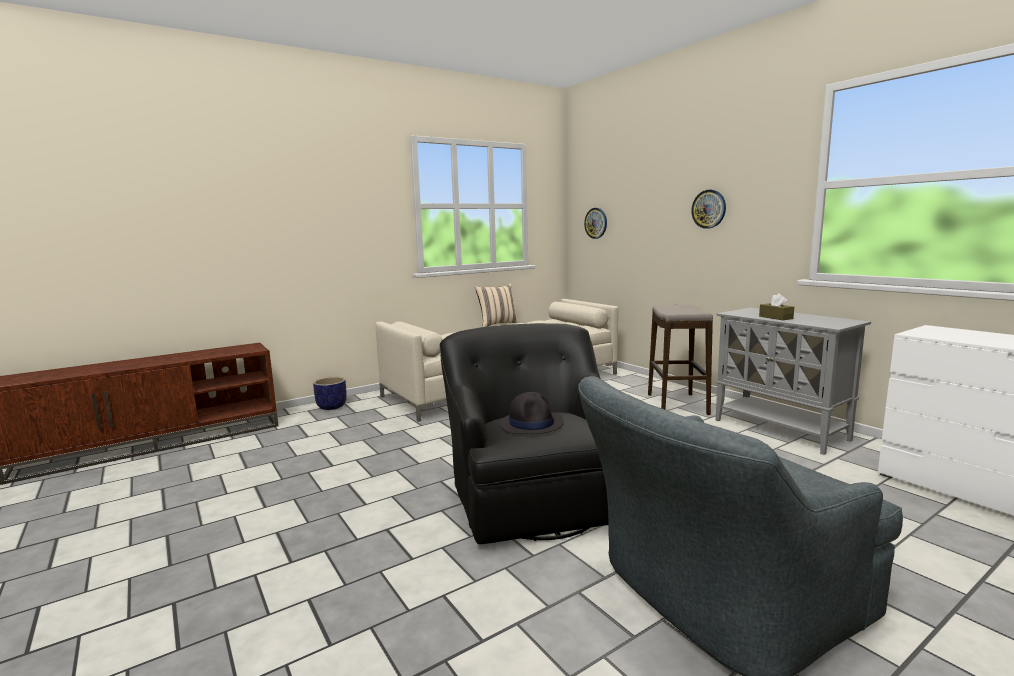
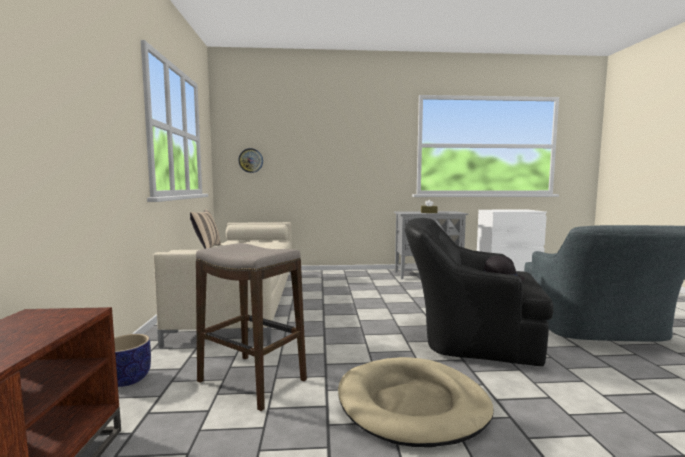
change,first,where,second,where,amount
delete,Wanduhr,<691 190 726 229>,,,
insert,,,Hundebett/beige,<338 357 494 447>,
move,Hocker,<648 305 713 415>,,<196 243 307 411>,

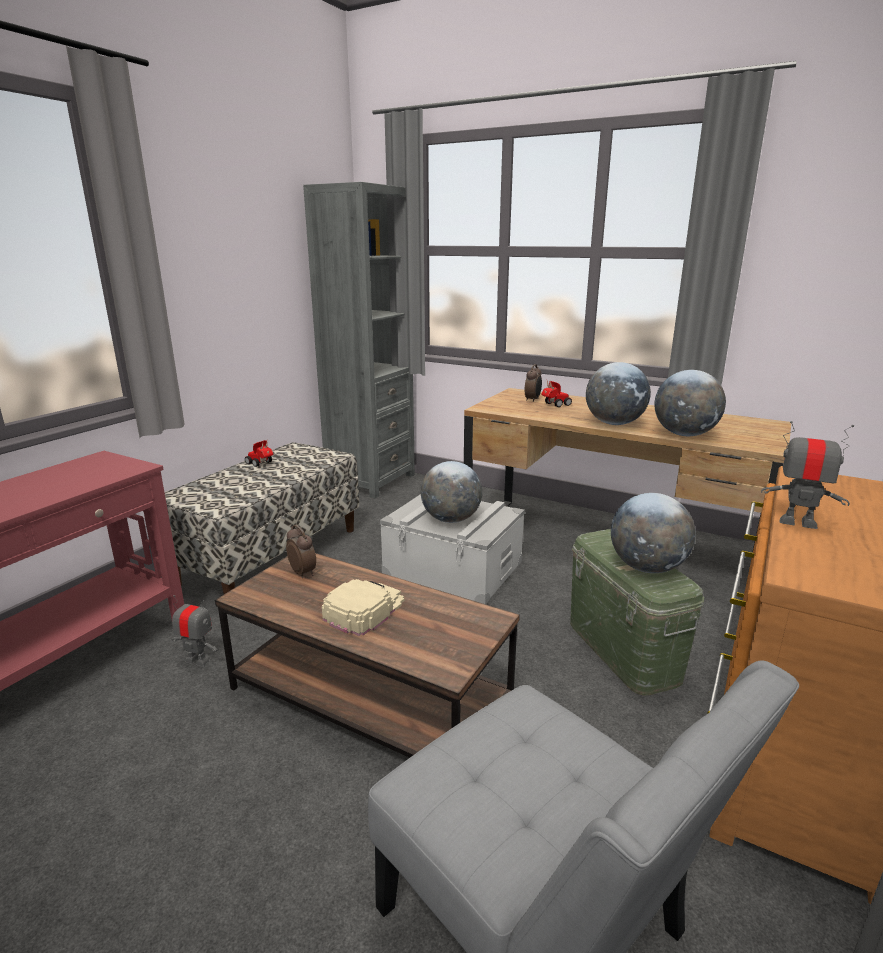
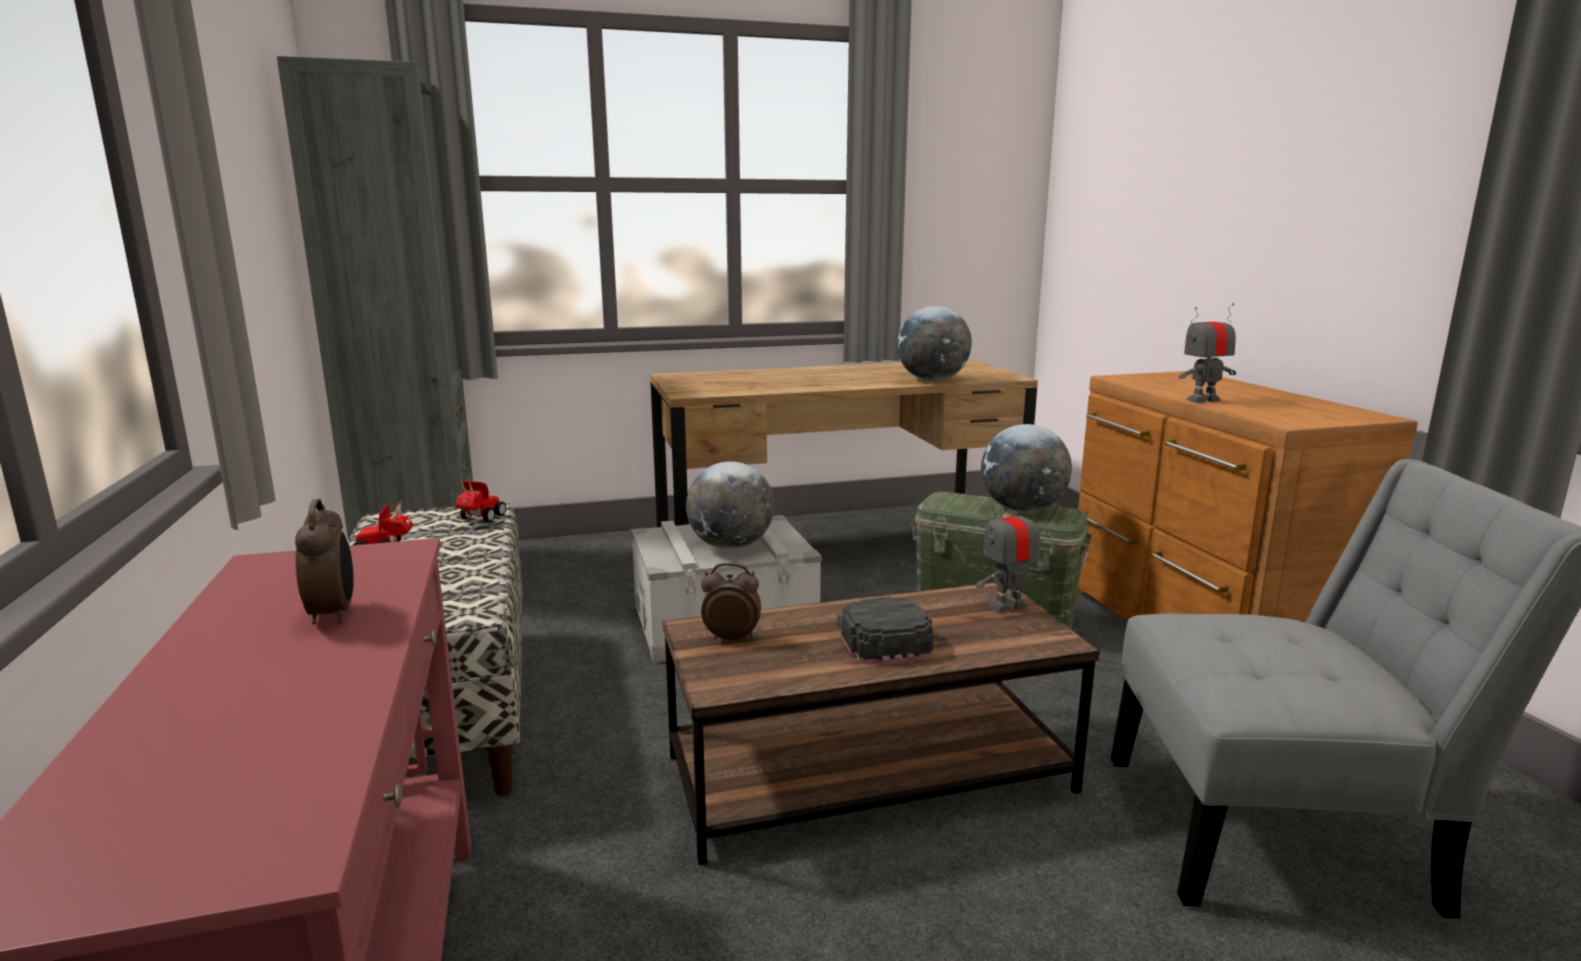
change,first,where,second,where,amount
delete,Globus,<586 362 651 425>,,,
move,Spielzeugroboter,<172 595 218 667>,,<976 496 1045 613>,
move,Wecker,<525 364 542 402>,,<295 499 354 624>,
move,Spielzeugauto,<541 381 572 407>,,<456 480 506 522>,
recolor,Kappe/beige,<322 579 405 636>,Kappe/schwarz,<837 597 933 664>,

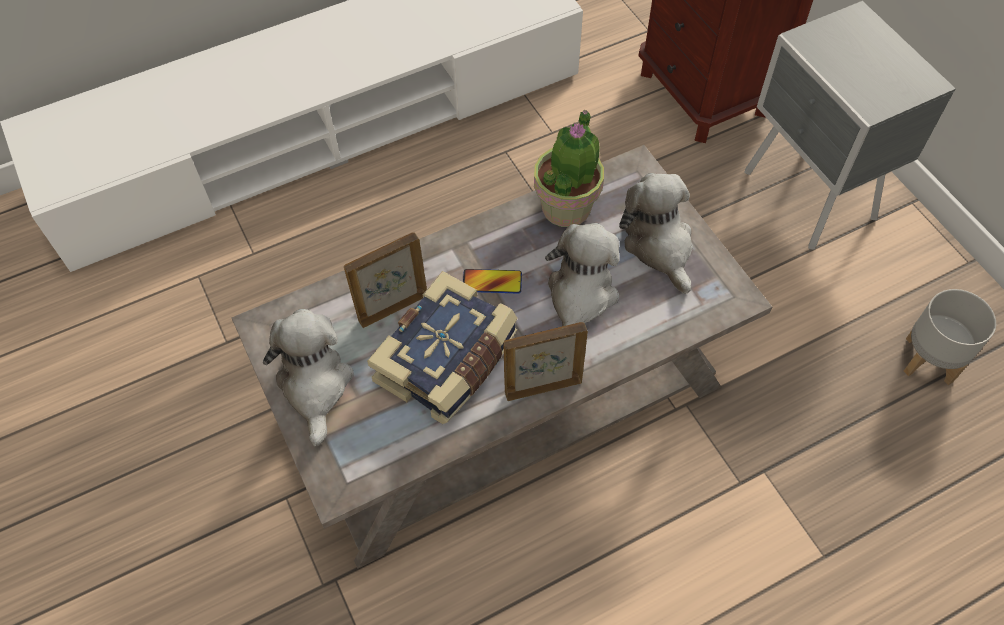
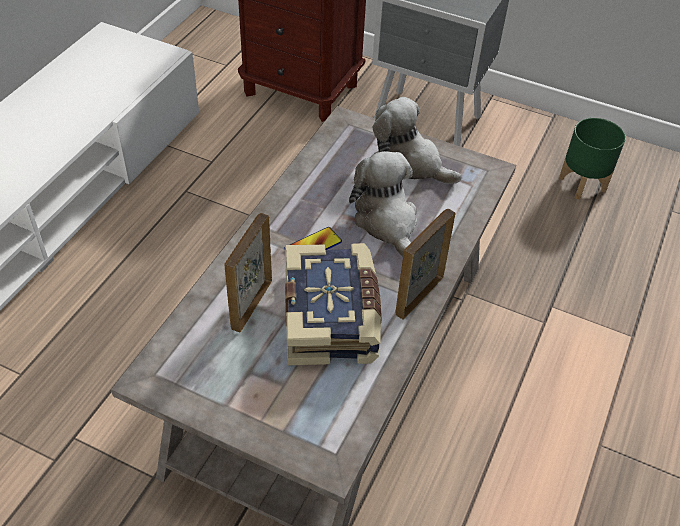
change,first,where,second,where,amount
delete,Plüschtier,<263 309 354 446>,,,
delete,Topfpflanze,<534 110 604 227>,,,
recolor,Pflanzkübel/grau,<904 289 996 385>,Pflanzkübel/grün,<559 118 626 200>,

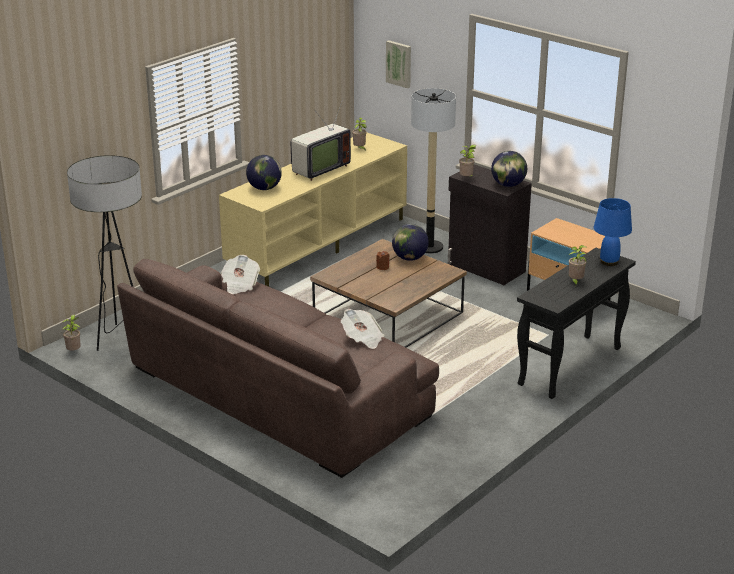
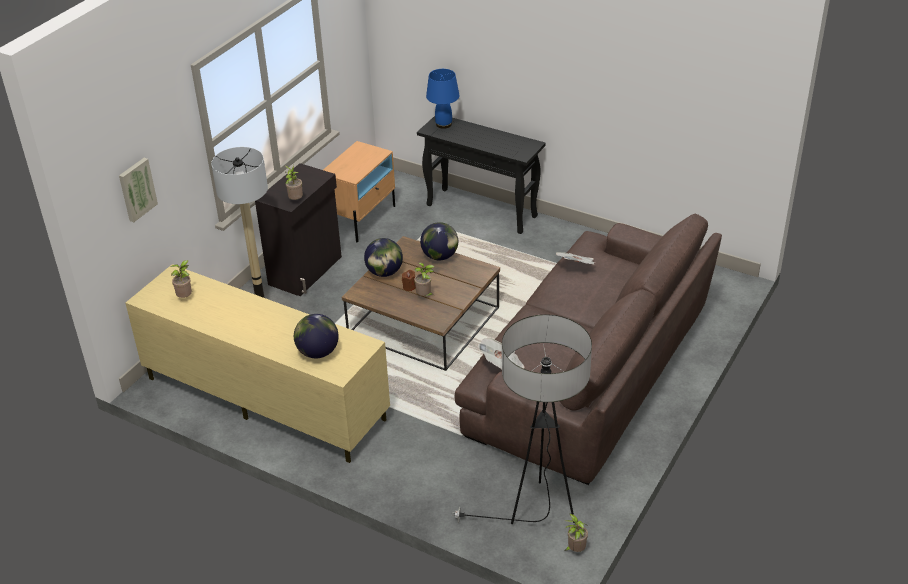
change,first,where,second,where,amount
delete,Fernseher,<291 99 351 181>,,,
move,Globus,<491 151 527 187>,,<420 222 458 261>,
move,Topfpflanze,<569 245 587 286>,,<414 263 434 296>,

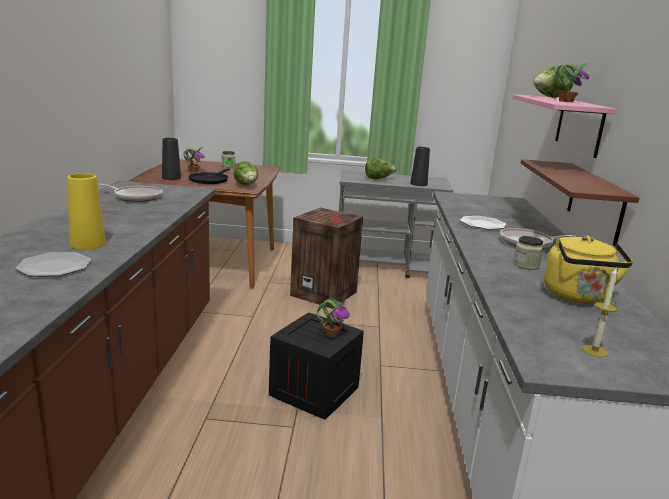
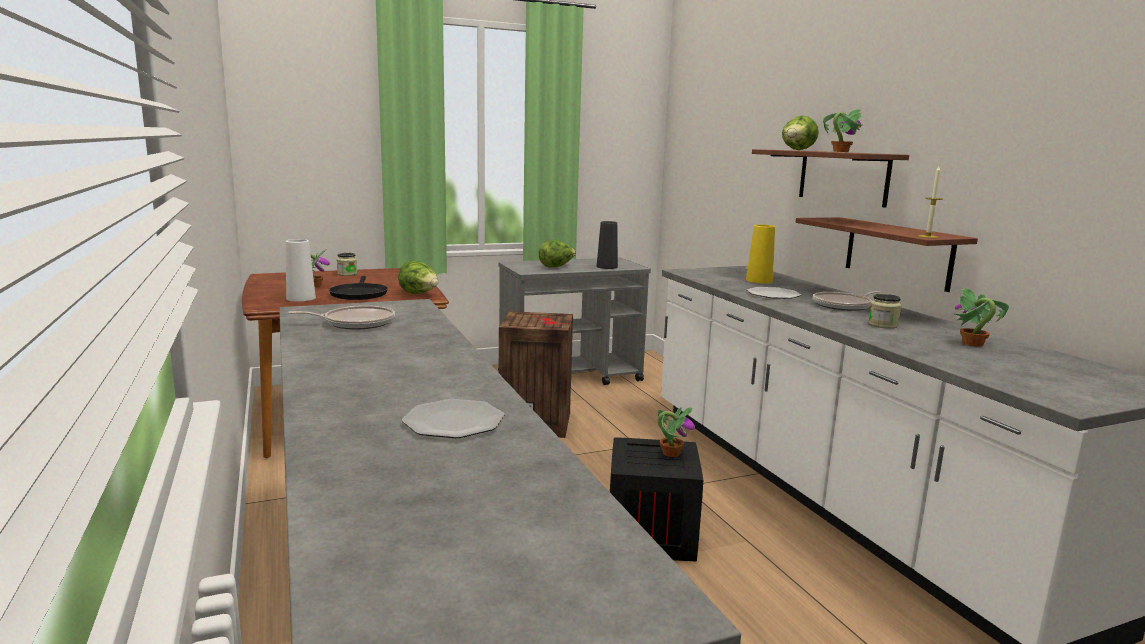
change,first,where,second,where,amount
move,Vase/gelb,<67 173 106 250>,,<746 224 775 283>,
move,Kerze,<582 267 618 357>,,<918 166 943 238>,
replace,Wasserkessel/gelb,<544 235 633 304>,Topfpflanze,<954 287 1009 347>,
recolor,Vase/schwarz,<162 138 181 180>,Vase/weiß,<286 239 316 302>,
recolor,Wandregal/rosa,<513 94 616 158>,Wandregal/braun,<752 149 909 208>,

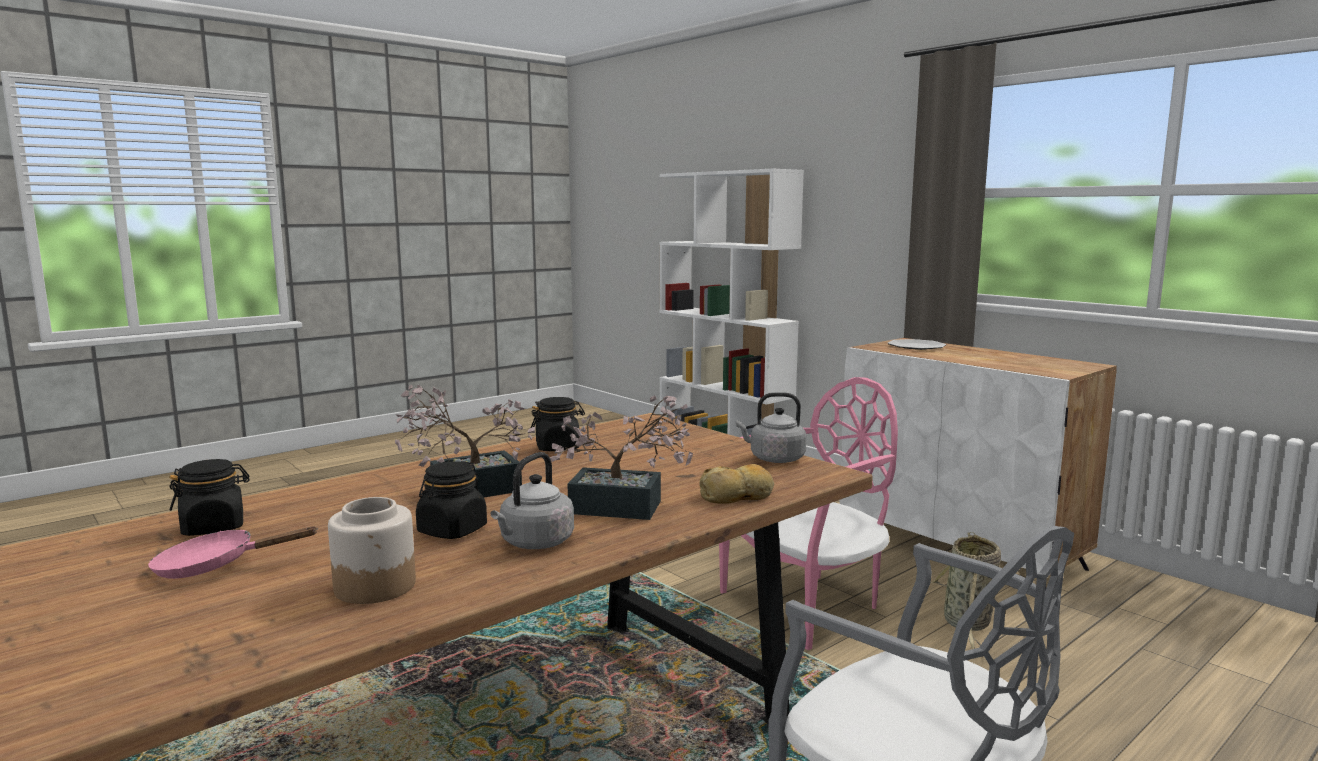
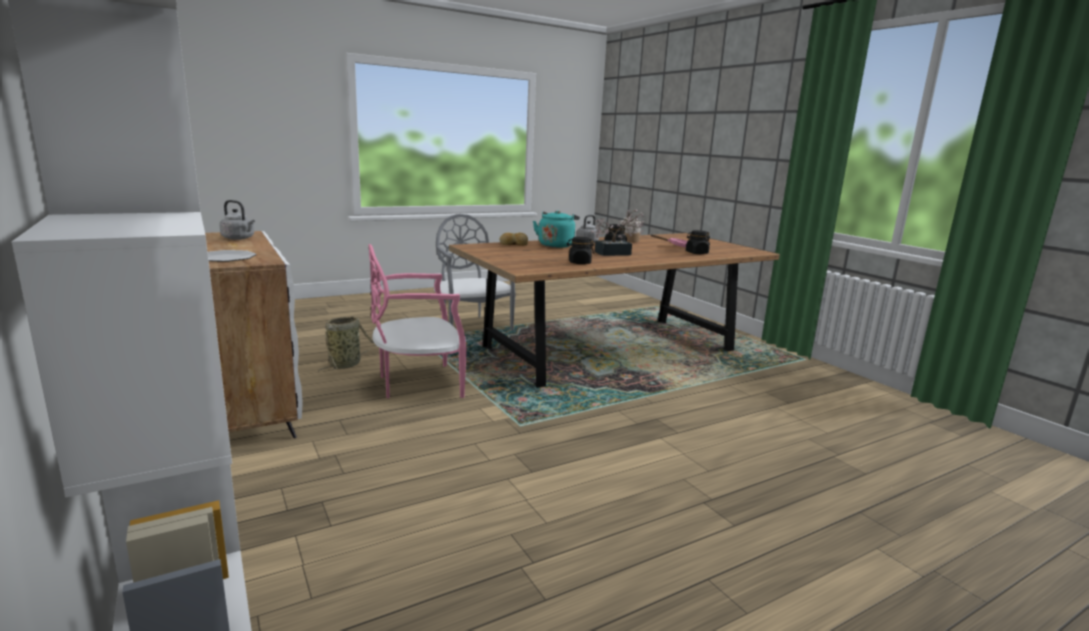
change,first,where,second,where,amount
move,Wasserkessel/grau,<736 392 806 463>,,<219 200 255 240>,
replace,Topfpflanze,<550 395 693 520>,Wasserkessel/türkis,<533 210 580 248>,

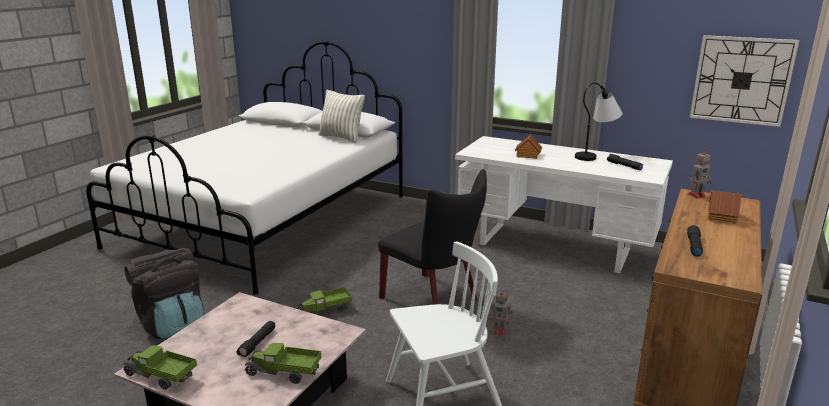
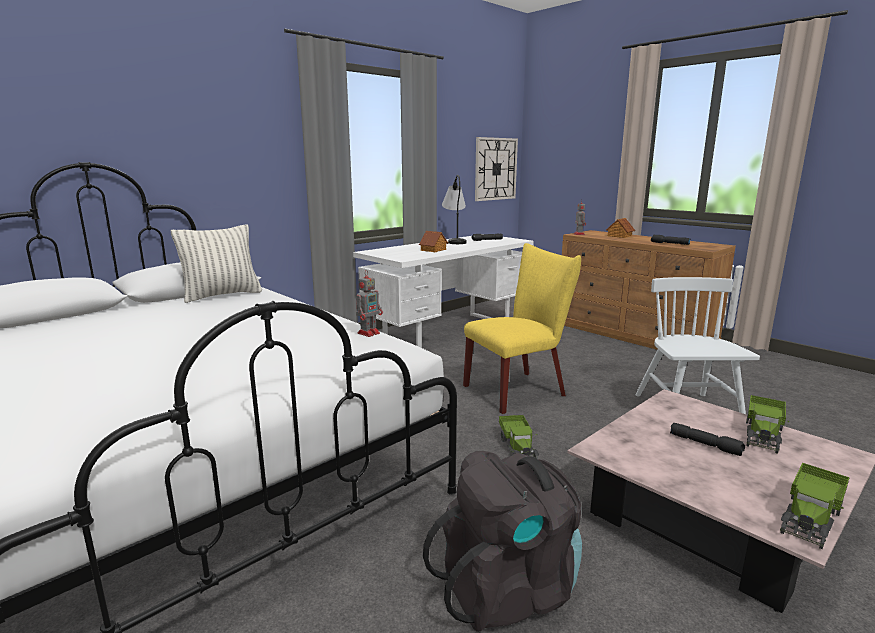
change,first,where,second,where,amount
move,Spielzeugroboter,<490 289 513 335>,,<356 271 383 337>,
recolor,Stuhl/schwarz,<378 169 487 305>,Stuhl/gelb,<463 243 581 414>,

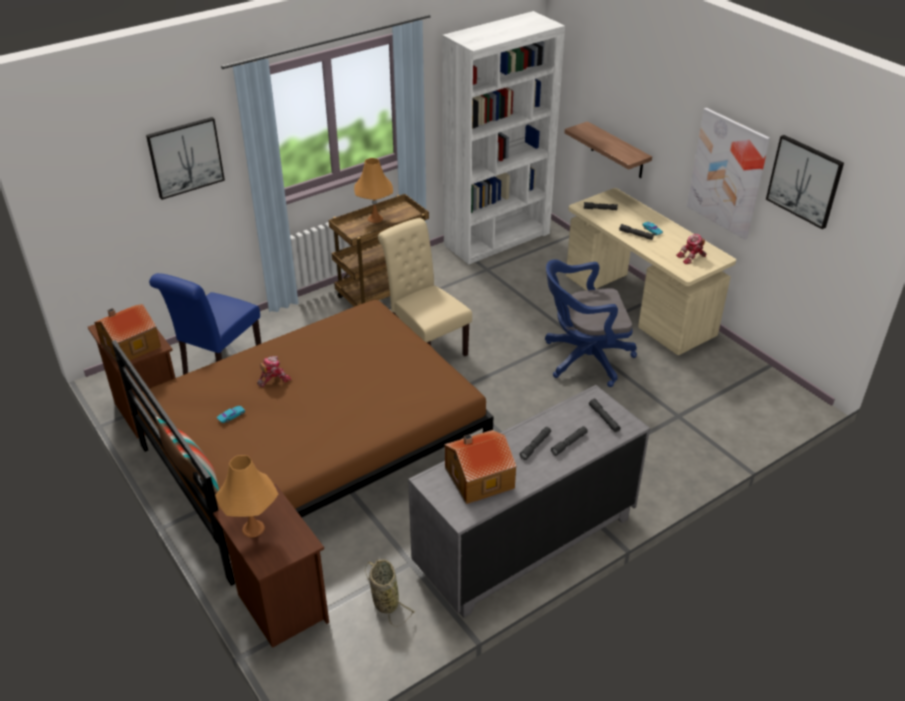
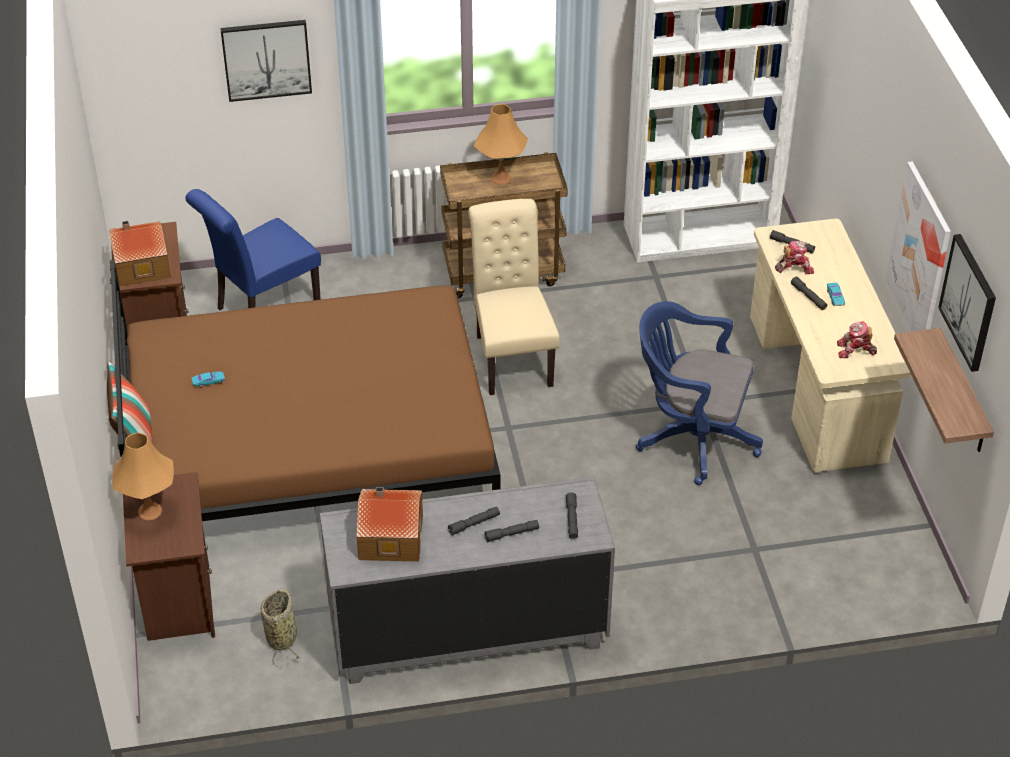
change,first,where,second,where,amount
move,Spielzeugroboter,<257 356 291 387>,,<775 240 814 274>,
move,Wandregal,<565 121 652 178>,,<894 328 994 452>,

